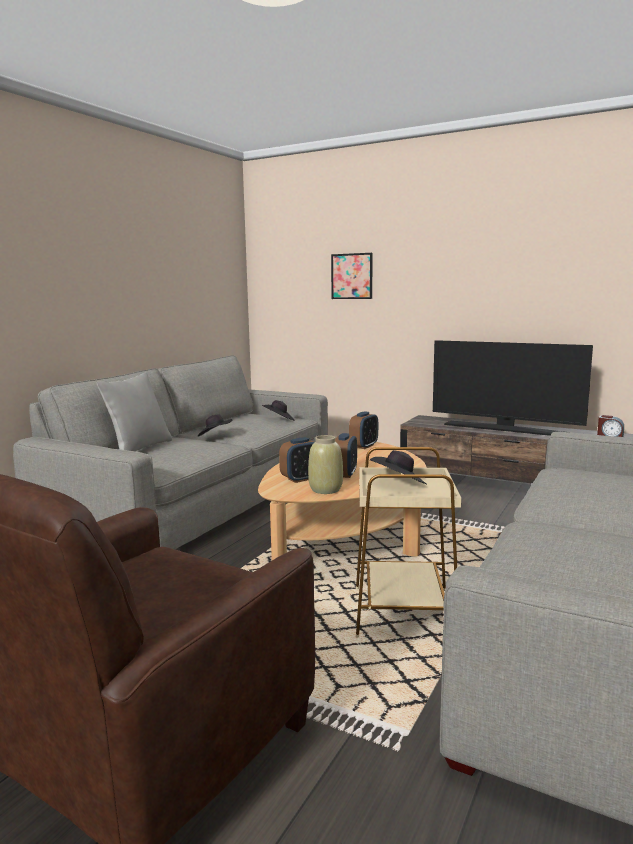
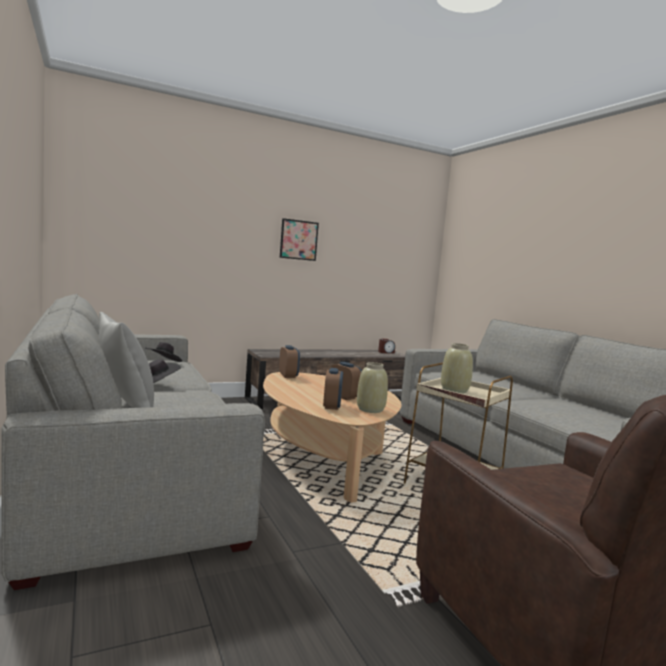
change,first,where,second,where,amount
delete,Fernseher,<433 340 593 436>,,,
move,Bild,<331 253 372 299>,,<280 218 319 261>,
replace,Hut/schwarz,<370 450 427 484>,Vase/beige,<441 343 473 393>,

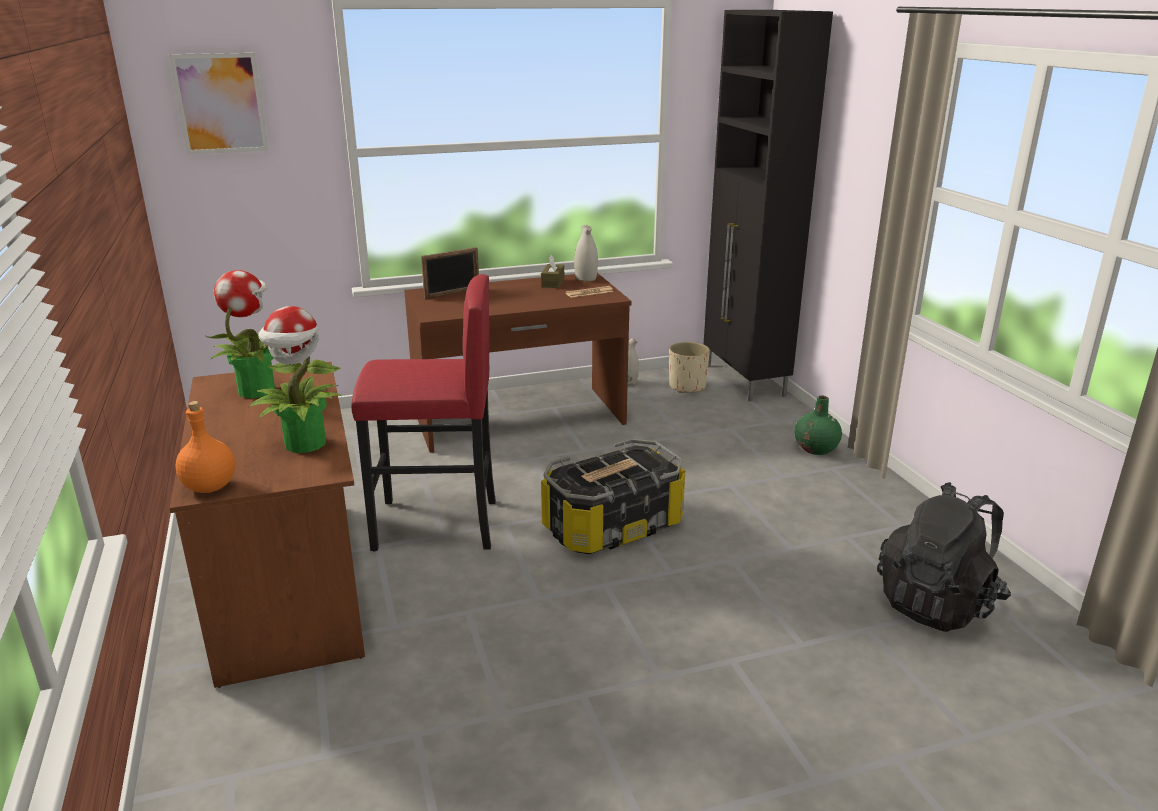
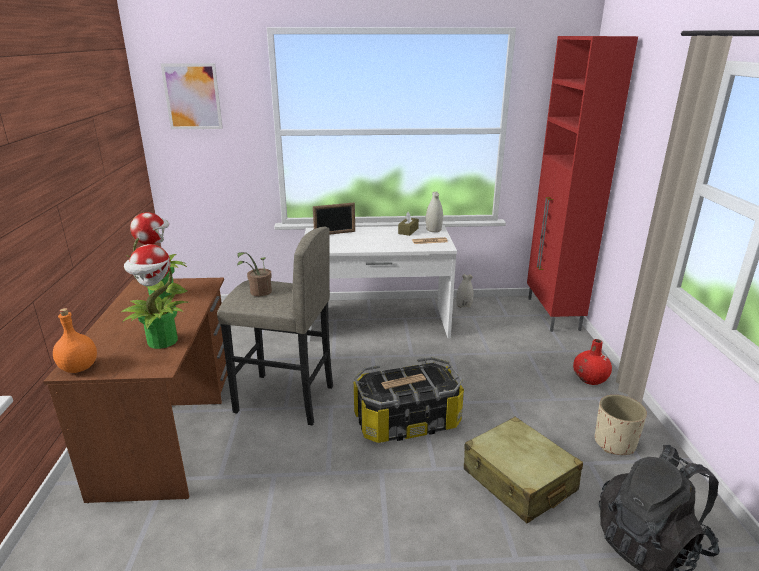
change,first,where,second,where,amount
insert,,,Topfpflanze,<237 252 272 296>,
insert,,,Koffer/beige,<464 417 583 523>,
move,Pflanzkübel/beige,<669 342 710 393>,,<595 395 647 455>,
recolor,Hocker/rot,<351 274 496 552>,Hocker/grau,<217 227 333 426>,
recolor,Schreibtisch/braun,<404 273 632 453>,Schreibtisch/weiß,<304 226 457 342>,
recolor,Schrank/schwarz,<704 10 833 402>,Schrank/rot,<527 36 638 332>,
recolor,Vase/grün,<794 396 842 455>,Vase/rot,<573 339 612 385>,

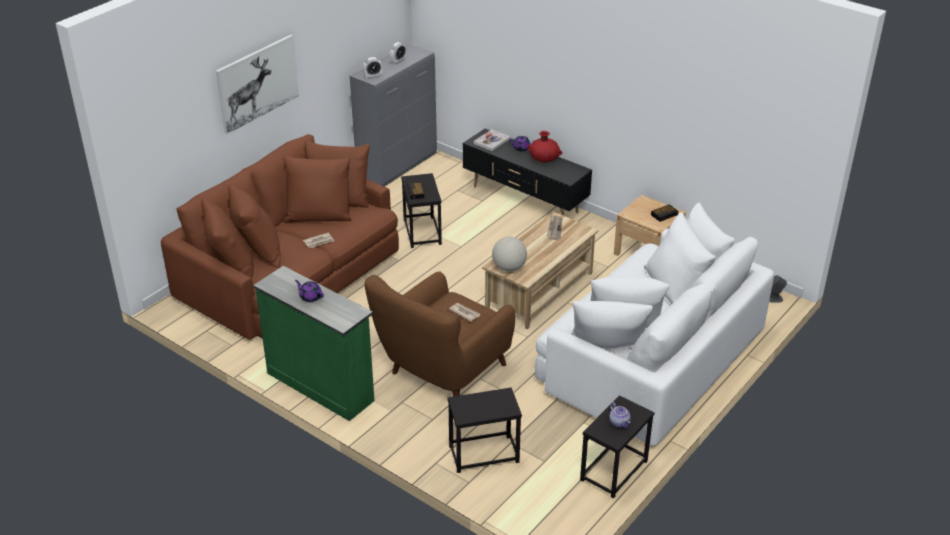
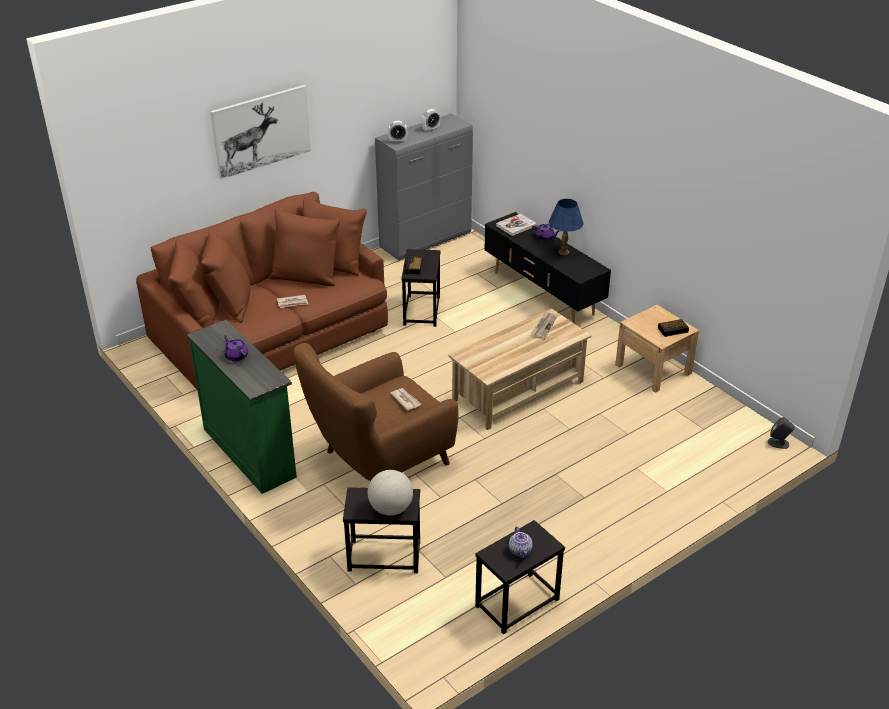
change,first,where,second,where,amount
delete,Sofa/weiß,<535 202 774 446>,,,
move,Globus,<492 237 527 272>,,<368 470 413 516>,
replace,Vase/rot,<527 131 562 162>,Tischlampe/blau,<549 199 584 255>,

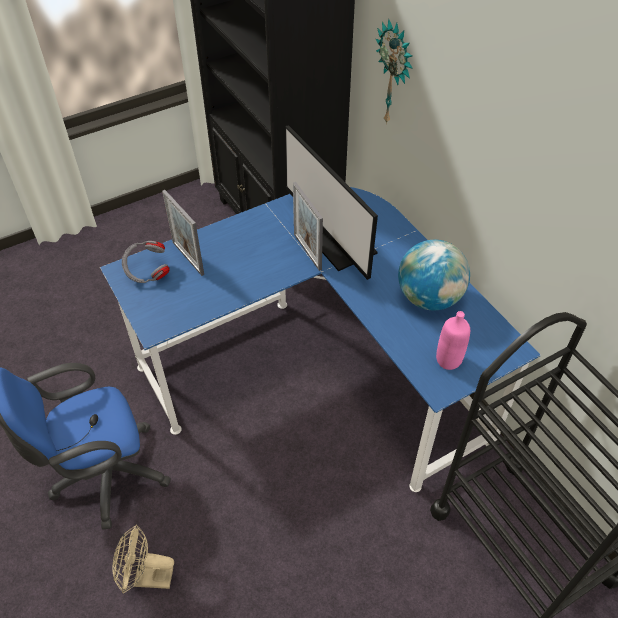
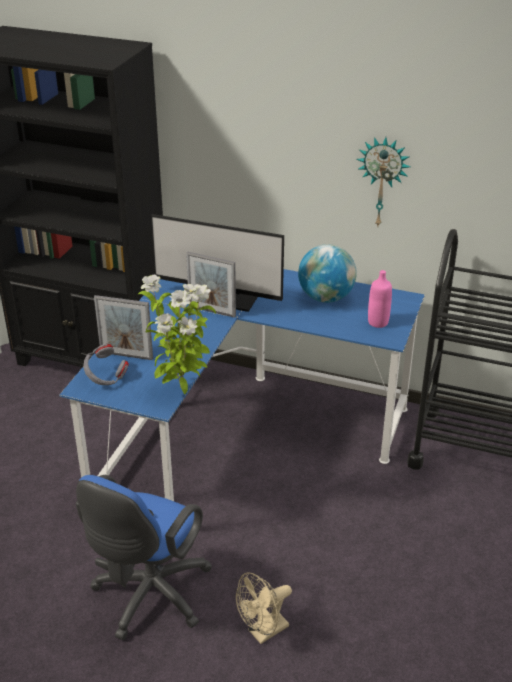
change,first,where,second,where,amount
insert,,,Topfpflanze,<138 275 216 394>,
move,Wanduhr,<376 19 413 125>,,<357 137 410 226>,

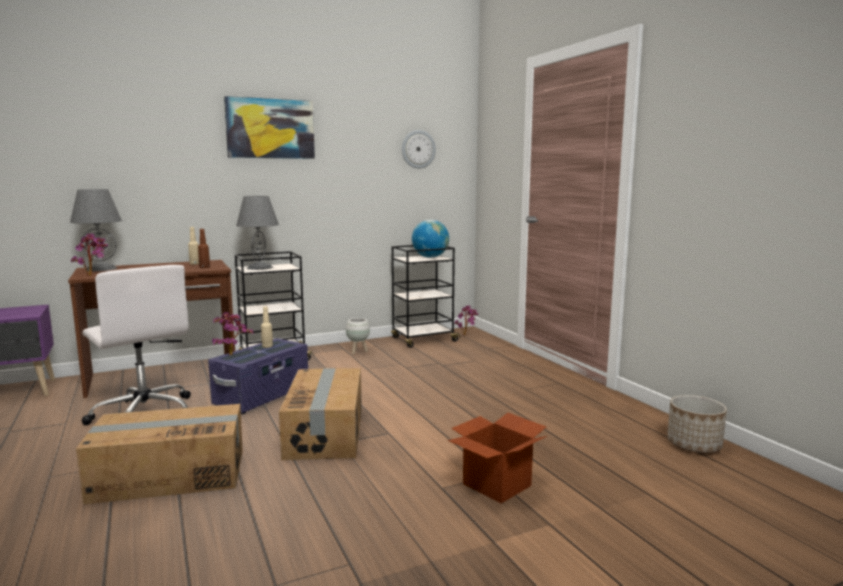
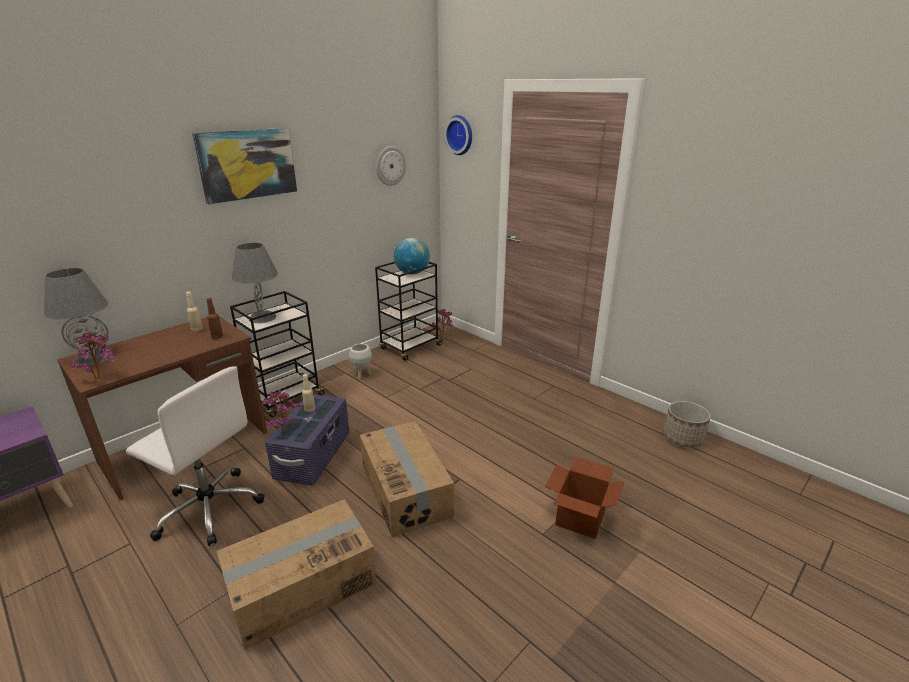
change,first,where,second,where,amount
insert,,,Wanduhr,<444 115 472 155>,

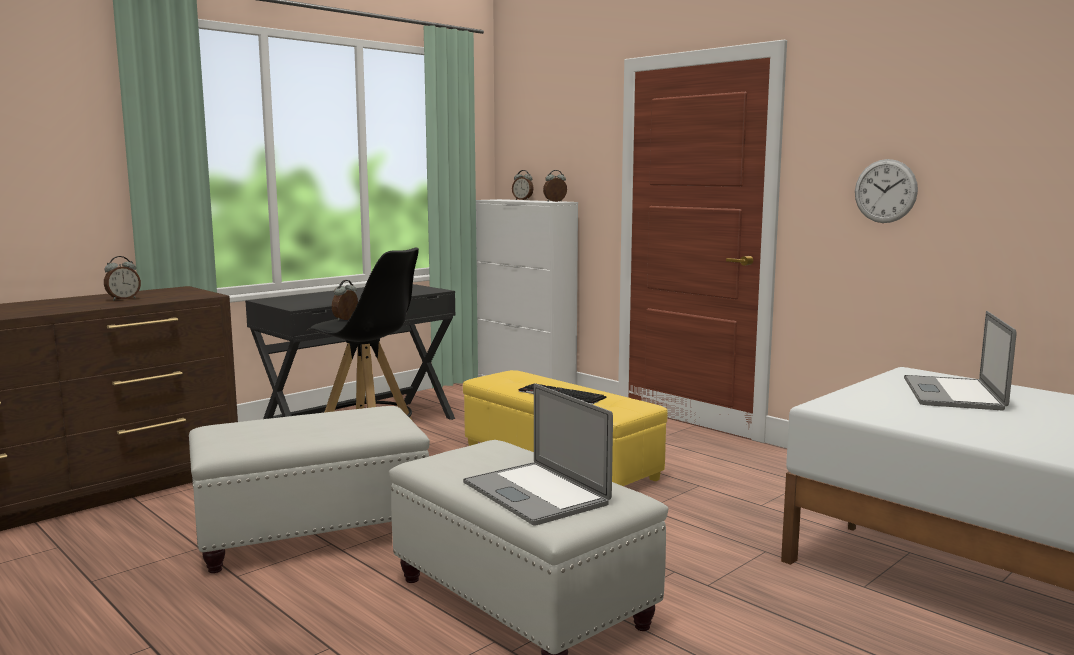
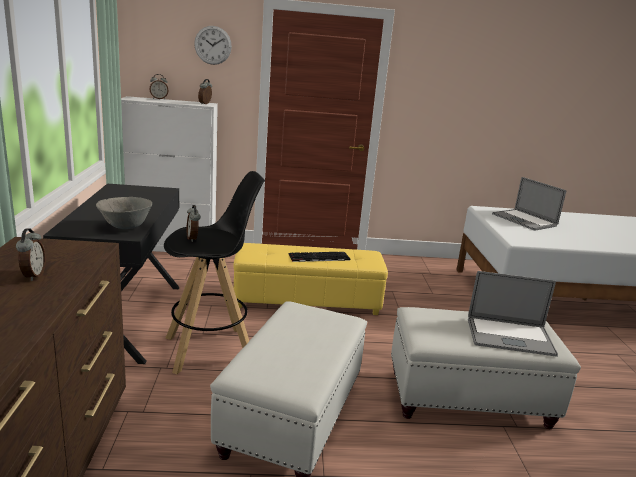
change,first,where,second,where,amount
insert,,,Schüssel/grau,<96 197 152 229>,
move,Wanduhr,<855 159 918 223>,,<194 26 232 65>,

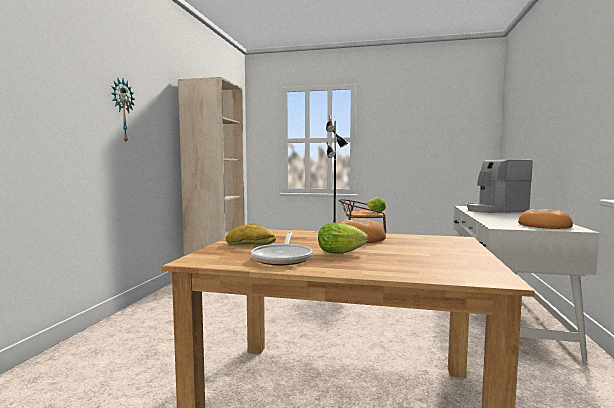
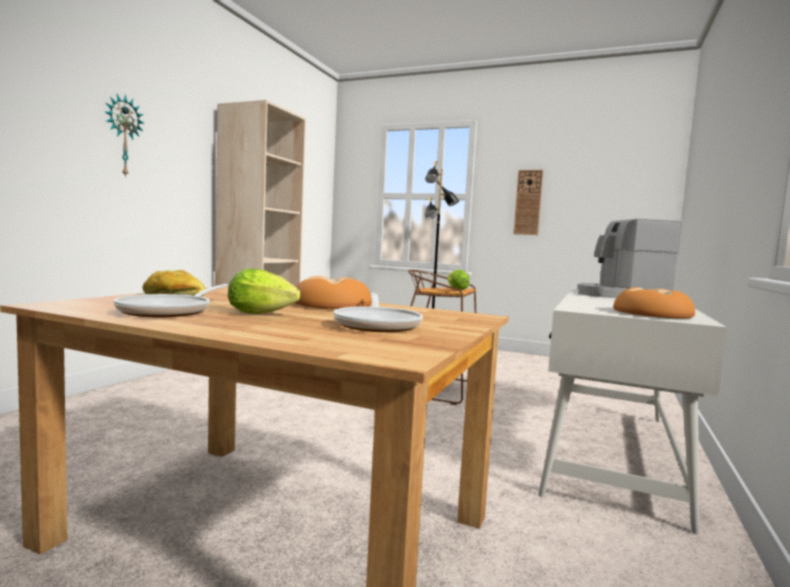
change,first,where,second,where,amount
insert,,,Pfanne,<334 293 423 332>,
insert,,,Wanduhr,<514 170 543 235>,

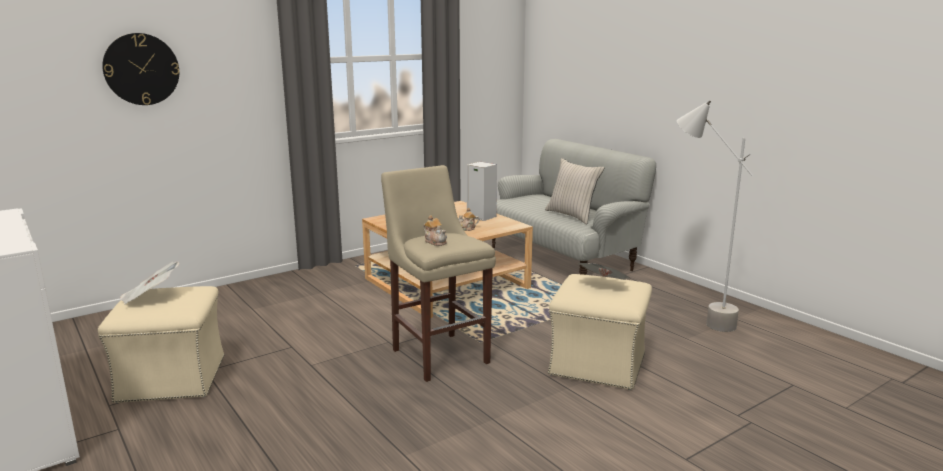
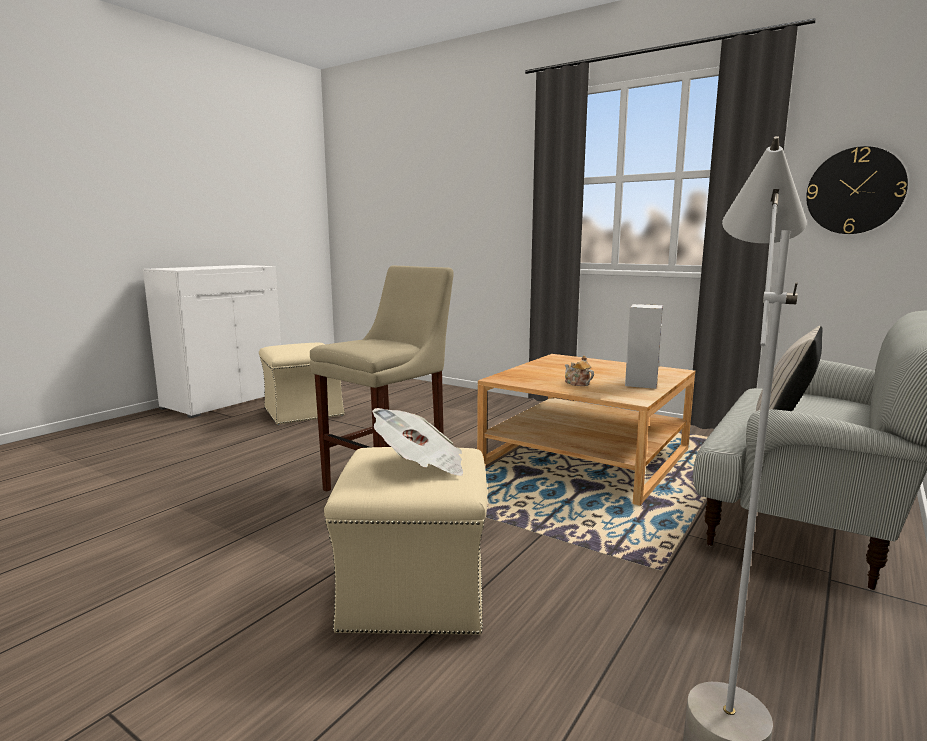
change,first,where,second,where,amount
delete,Zeitung,<120 262 179 305>,,,
delete,Teekanne,<423 215 447 246>,,,
move,Wanduhr,<102 33 179 105>,,<806 146 908 234>,

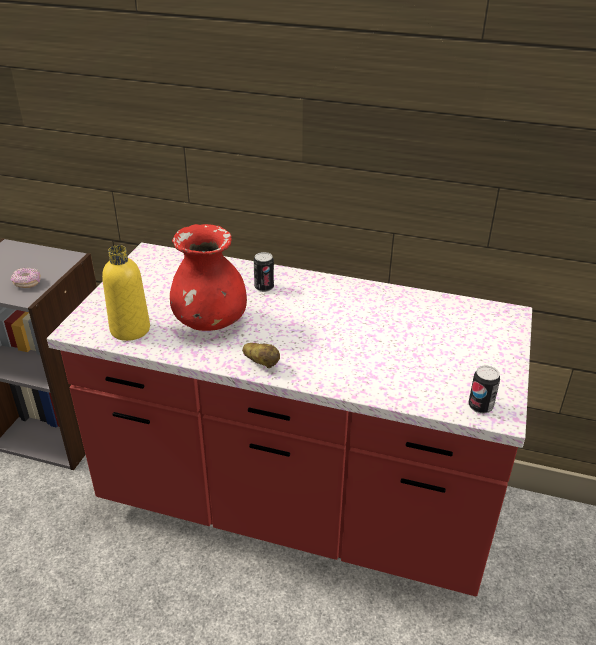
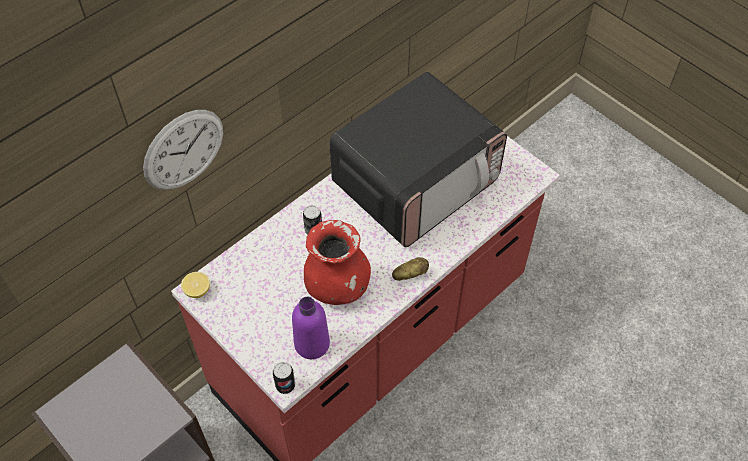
change,first,where,second,where,amount
delete,Donut,<11 268 41 288>,,,
insert,,,Wanduhr,<143 110 223 190>,
insert,,,Zitrone,<181 272 210 298>,
insert,,,Mikrowelle,<329 72 507 247>,
move,Dose,<469 365 500 414>,,<273 362 295 394>,
recolor,Flasche/gelb,<102 245 150 341>,Flasche/lila,<292 297 330 359>,

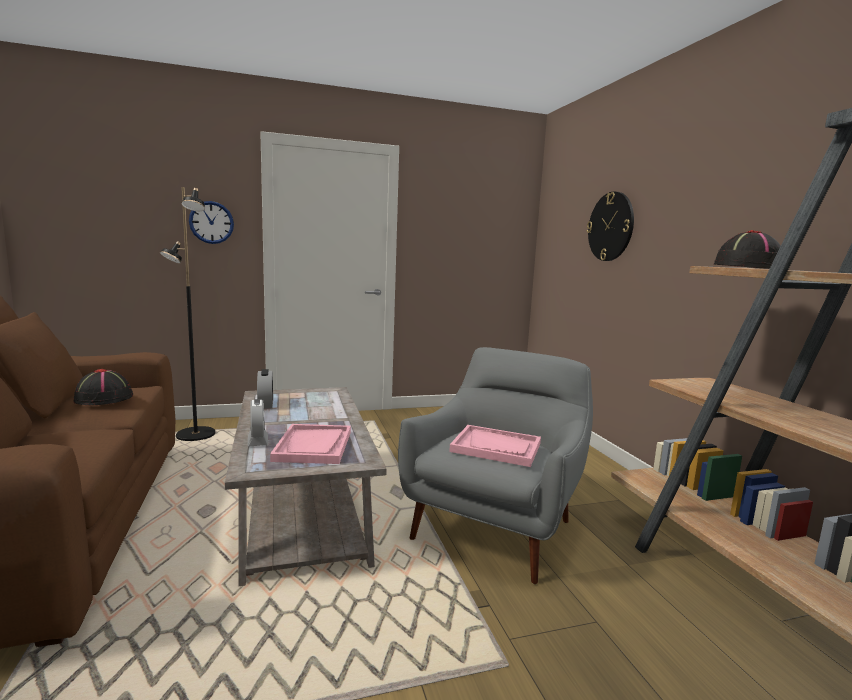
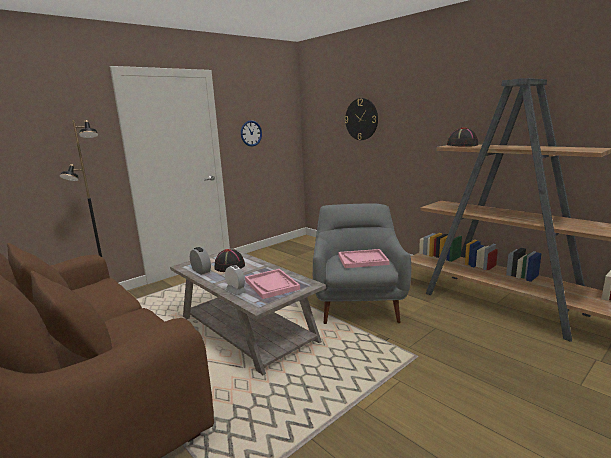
change,first,where,second,where,amount
move,Hut/schwarz,<74 369 133 405>,,<214 249 245 272>,
move,Wanduhr,<189 201 234 244>,,<241 120 262 147>,

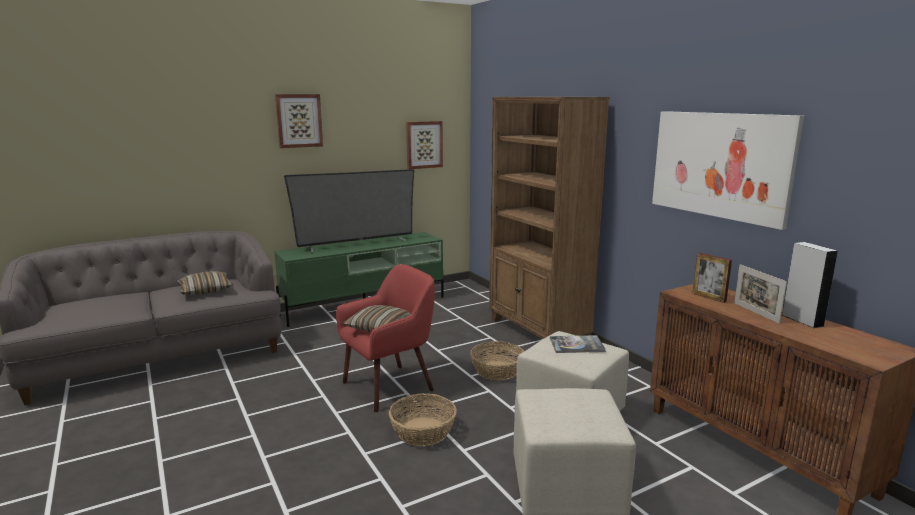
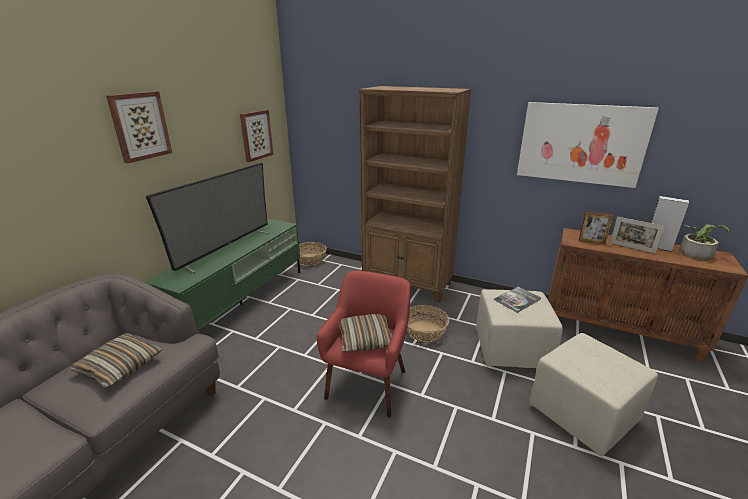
change,first,where,second,where,amount
insert,,,Topfpflanze,<679 224 730 261>,
move,Korb,<389 393 457 446>,,<299 242 327 266>,

